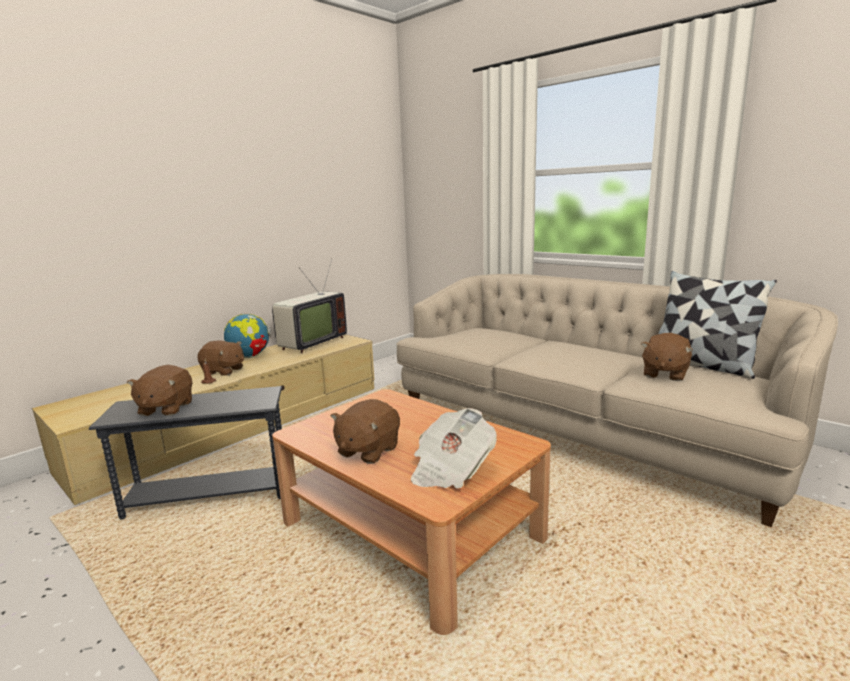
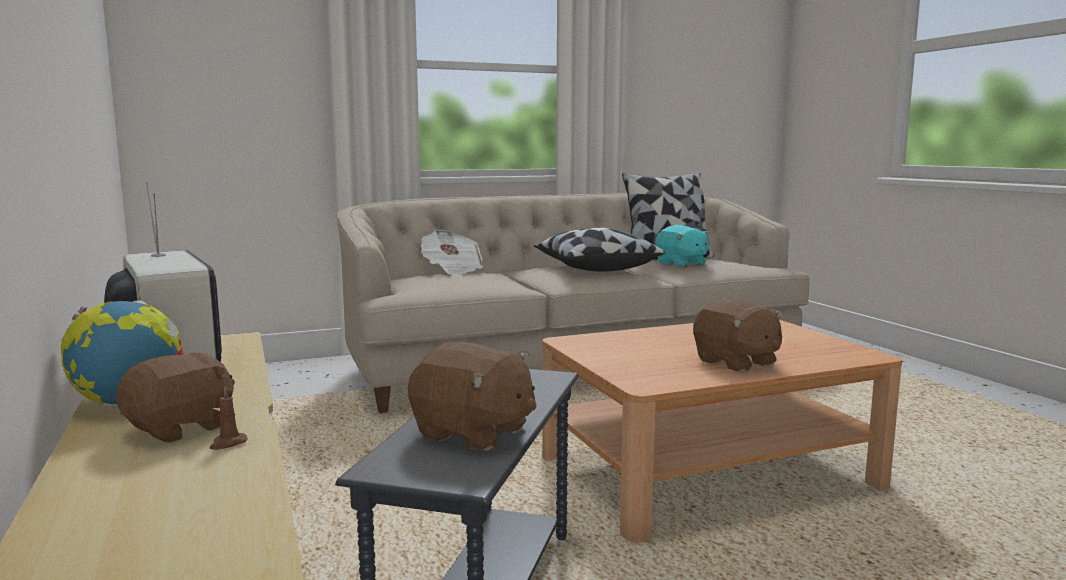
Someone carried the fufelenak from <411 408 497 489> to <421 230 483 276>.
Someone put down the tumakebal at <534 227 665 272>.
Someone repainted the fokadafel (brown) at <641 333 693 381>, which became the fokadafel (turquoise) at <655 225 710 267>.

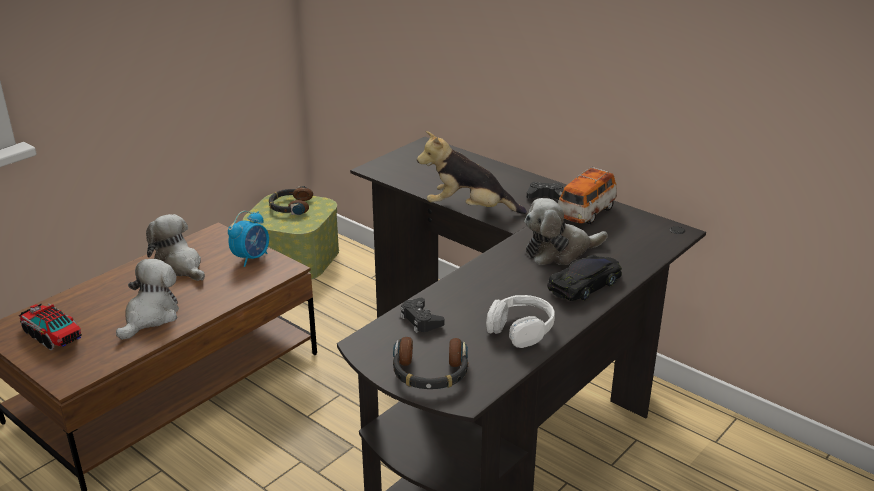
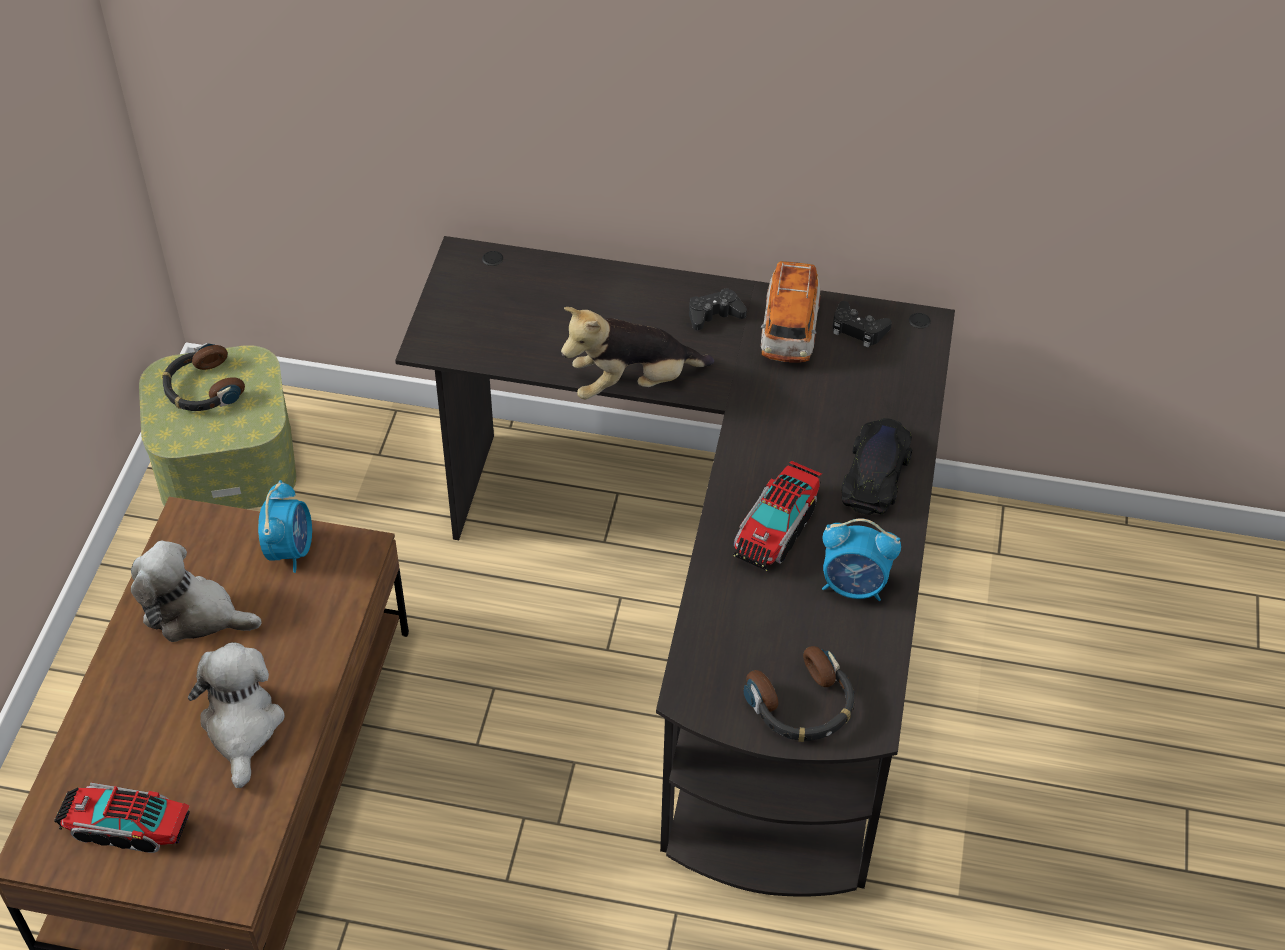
Someone put down the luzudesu at <733 461 822 571>.
Someone swapped the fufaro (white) at <486 295 555 348> for the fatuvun at <822 518 901 601>.
Someone carried the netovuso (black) from <400 298 444 333> to <833 301 892 347>.
Someone took away the fokadafel at <524 198 608 265>.

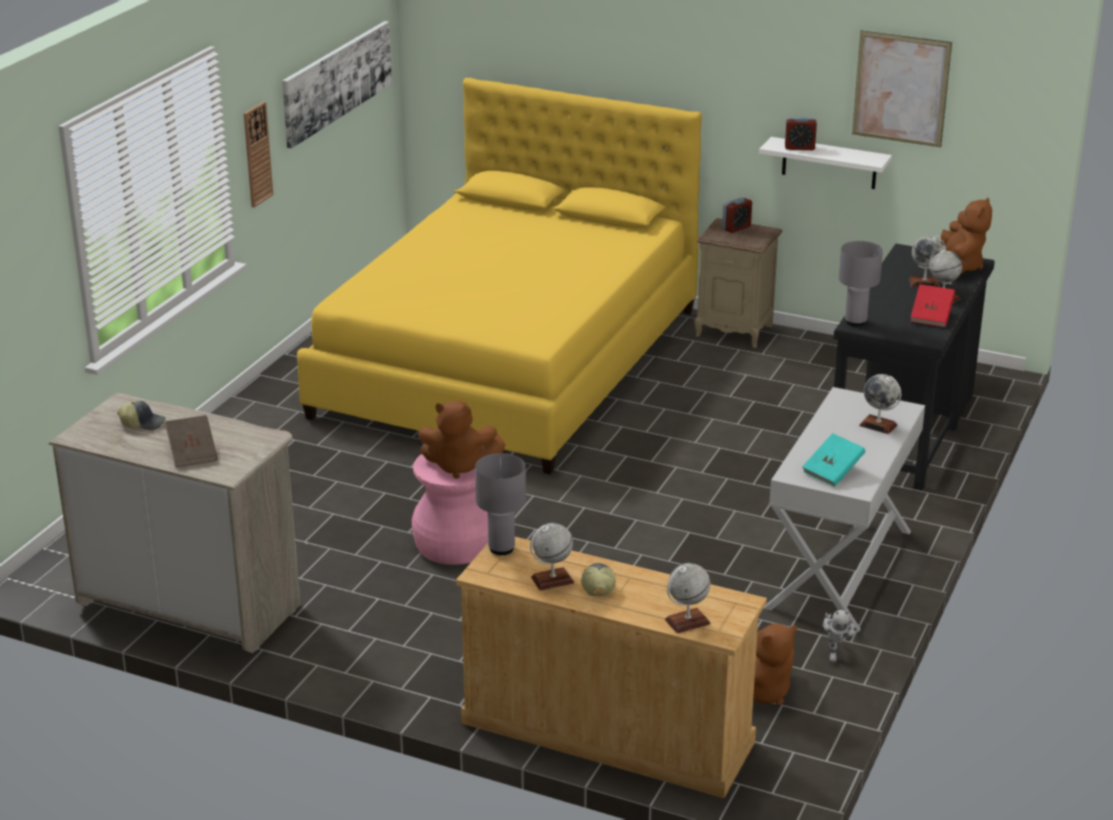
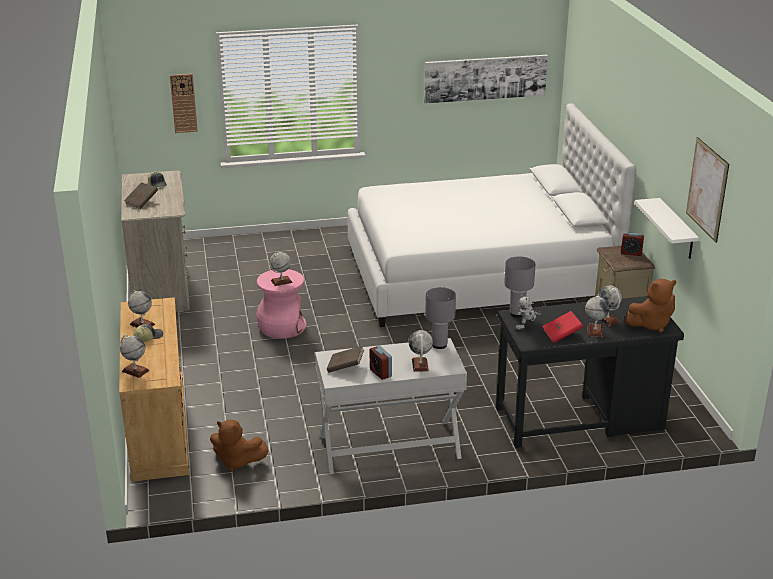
Someone carried the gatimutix from <244 101 273 208> to <170 74 198 133>.
Someone swapped the fokadafel (brown) at <418 400 506 479> for the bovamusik at <269 252 293 286>.
Someone repainted the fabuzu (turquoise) at <802 433 866 487>, which became the fabuzu (brown) at <327 346 364 373>.
Someone repainted the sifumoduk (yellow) at <297 78 702 475>, which became the sifumoduk (white) at <347 103 637 327>.
Someone carried the fatuvun from <785 117 817 150> to <370 346 392 380>.
Someone carried the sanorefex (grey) from <475 453 526 555> to <425 287 456 349>.
Someone carried the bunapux from <822 610 858 663> to <515 295 542 330>.

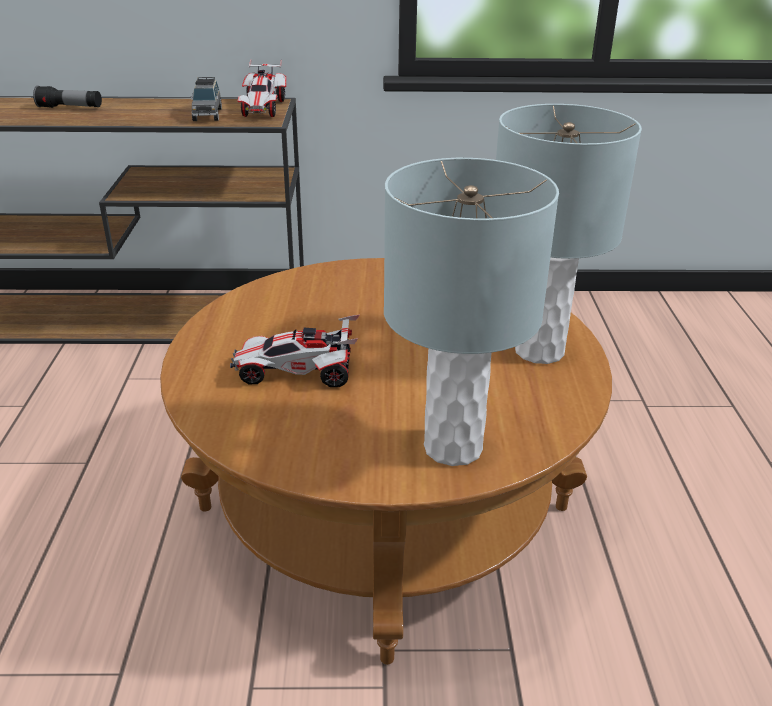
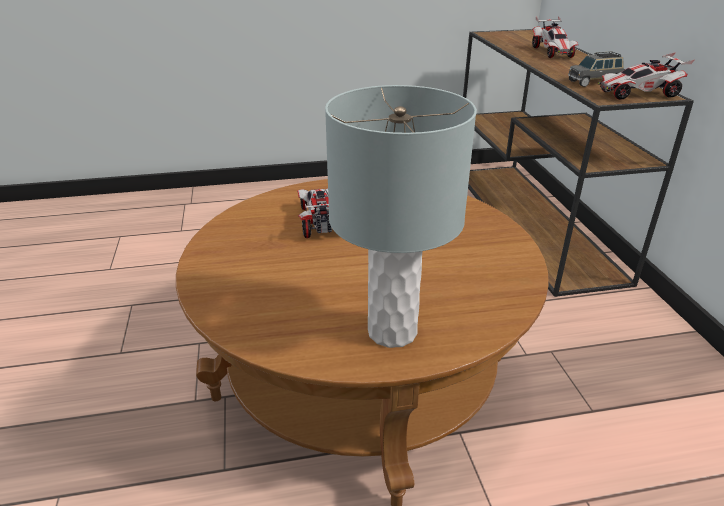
Someone swapped the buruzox at <33 86 102 108> for the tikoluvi at <532 16 578 58>.
Someone took away the sanorefex (grey) at <384 158 559 466>.

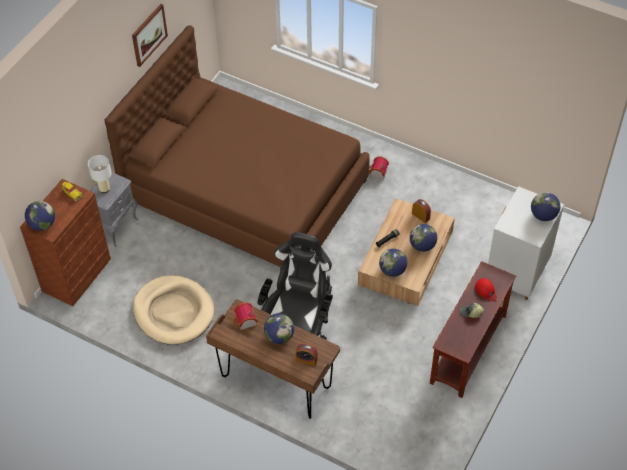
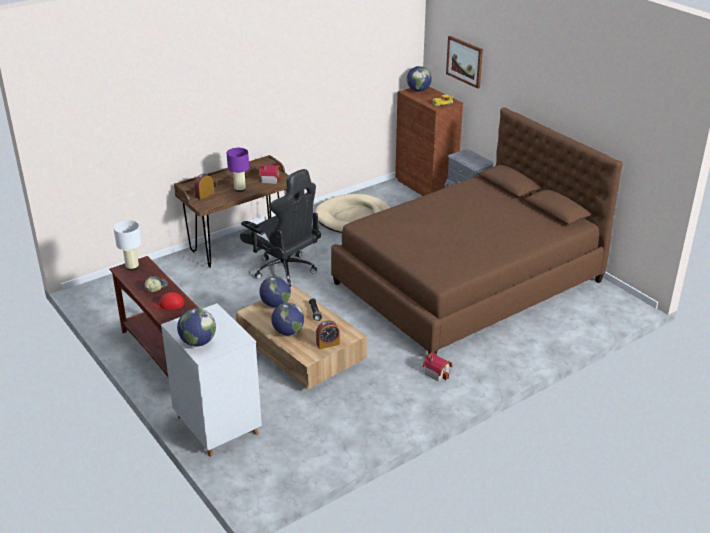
Someone carried the sanorefex (white) from <88 155 112 193> to <114 221 141 271>.
Someone swapped the bovamusik at <264 313 294 344> for the sanorefex (purple) at <227 148 249 192>.
Someone carried the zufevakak from <132 4 168 67> to <446 36 483 89>.

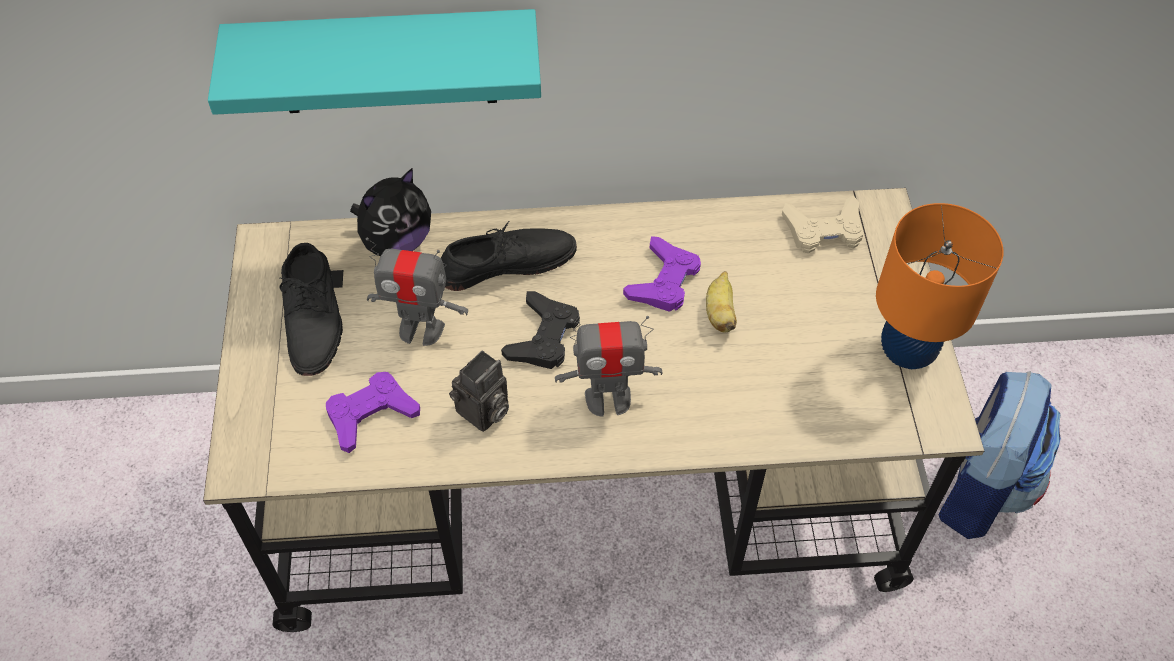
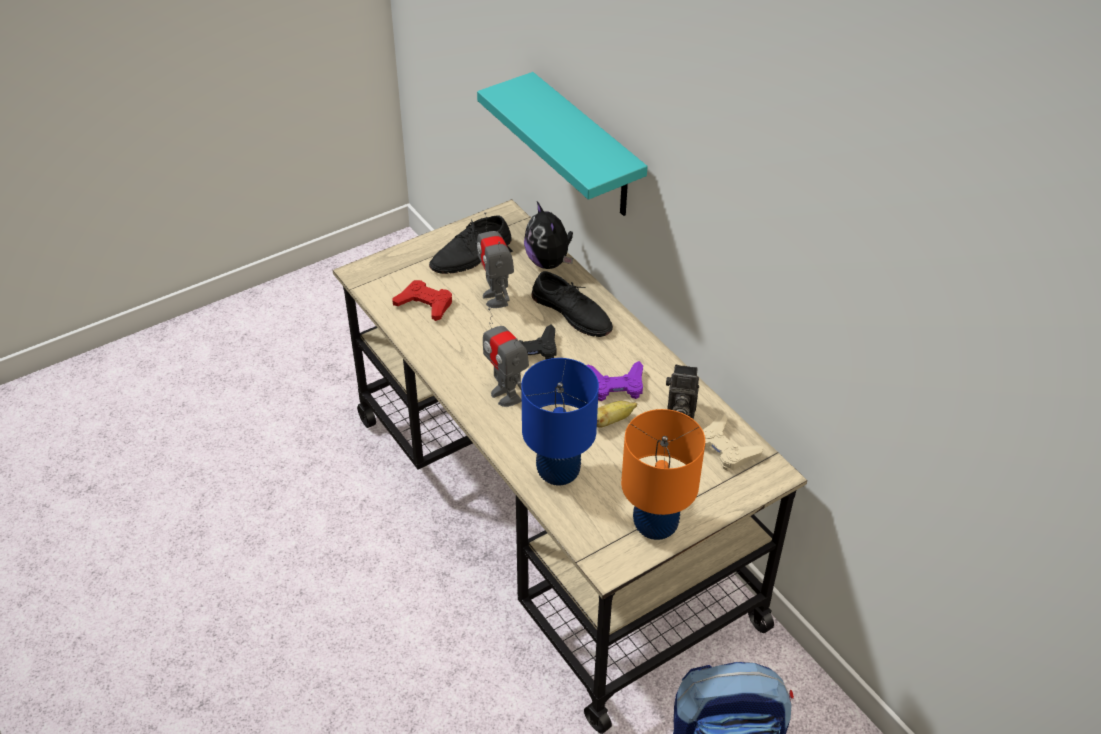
Someone repainted the netovuso (purple) at <326 372 420 453>, which became the netovuso (red) at <392 280 452 321>.
Someone put down the sanorefex (blue) at <521 358 599 486>.
Someone rotated the fokadafel at <350 168 431 256> by 45 degrees clockwise.
Someone carried the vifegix from <449 350 509 432> to <666 364 699 419>.

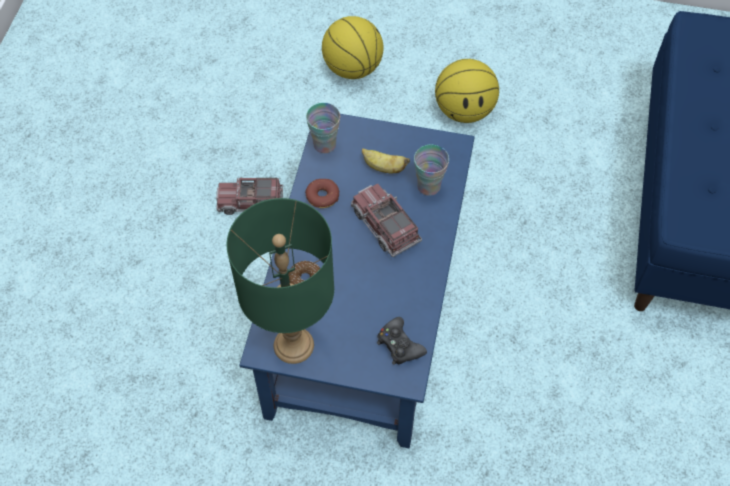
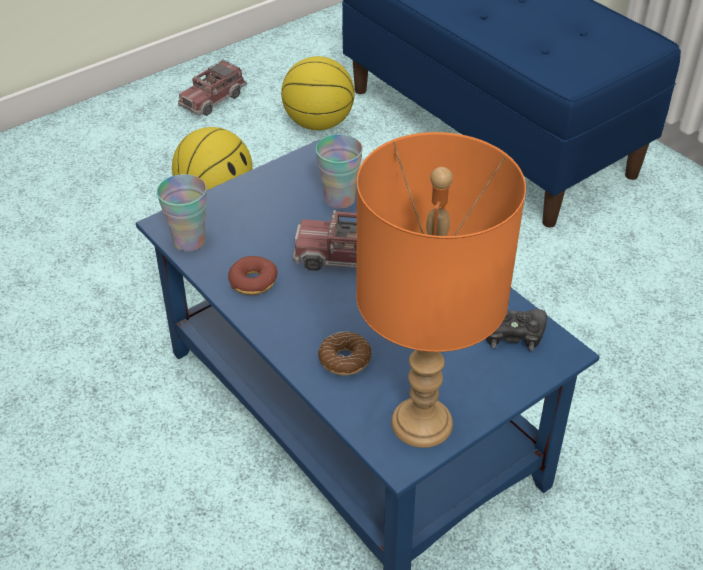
Someone carried the luzudesu from <216 177 283 215> to <178 60 247 116>.
Someone carried the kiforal from <322 16 384 79> to <281 56 355 130>.
Someone repainted the sanorefex (green) at <227 198 334 364>, which became the sanorefex (orange) at <356 132 526 448>.
Someone took away the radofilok at <362 148 410 173>.

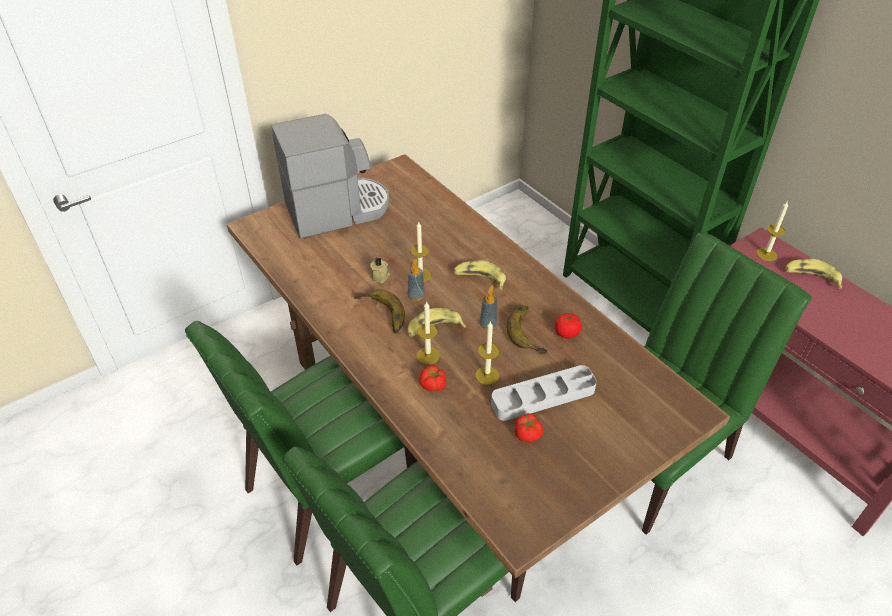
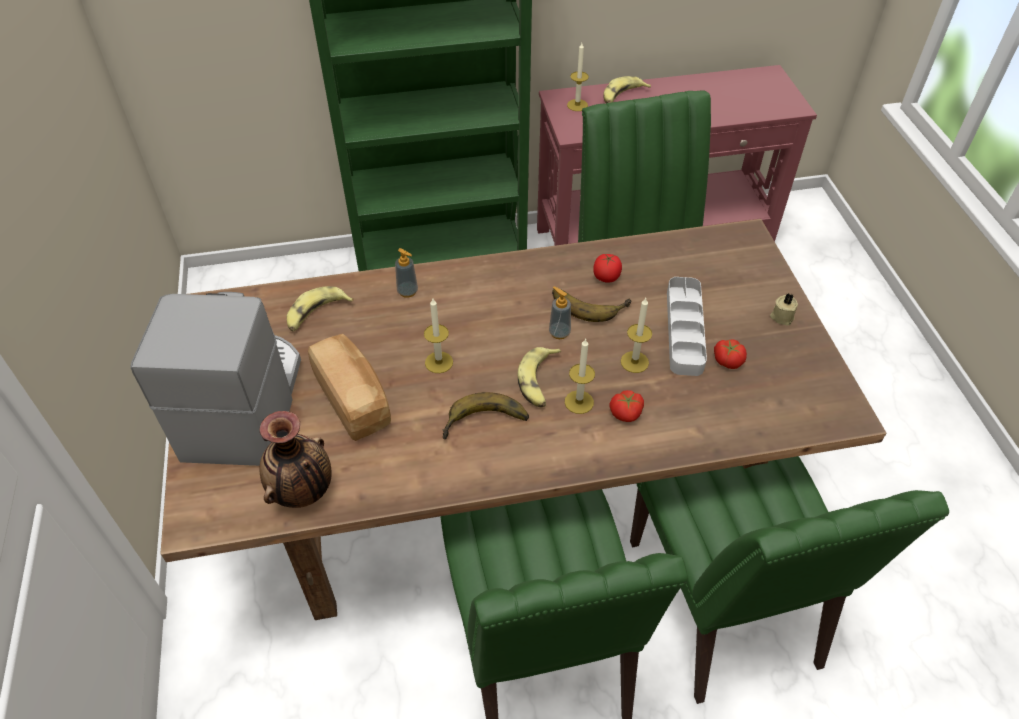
Someone put down the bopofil at <259 411 332 508>.
Someone carried the radofilok from <453 260 506 290> to <287 286 354 332>.
Someone put down the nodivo at <308 334 391 441>.
Someone carried the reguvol from <408 259 425 301> to <395 248 418 298>.
Someone carried the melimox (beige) from <370 257 390 283> to <770 293 798 325>.

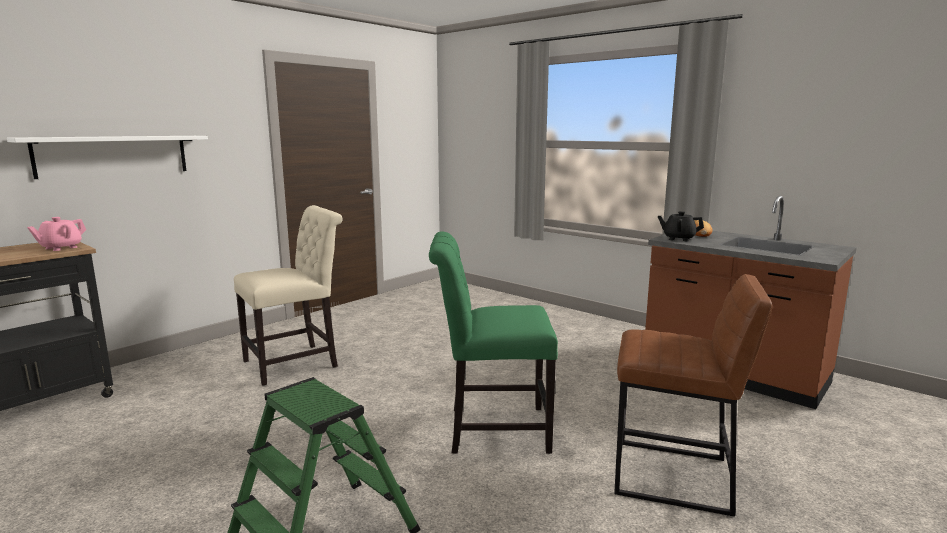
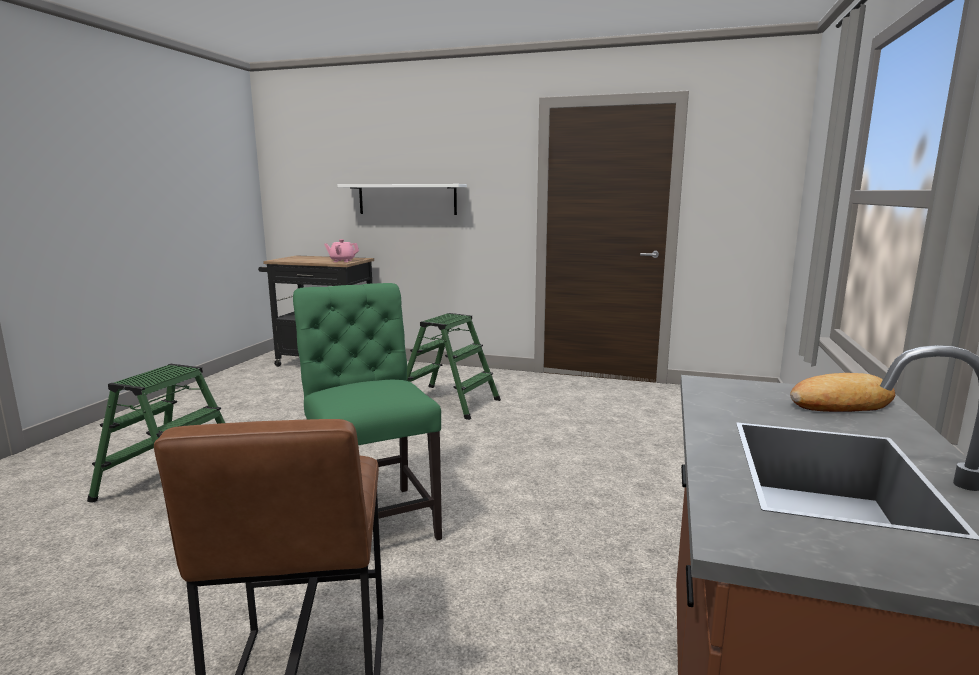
Someone swapped the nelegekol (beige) at <234 205 342 386> for the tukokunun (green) at <407 313 501 420>.
Someone took away the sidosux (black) at <658 211 704 241>.

